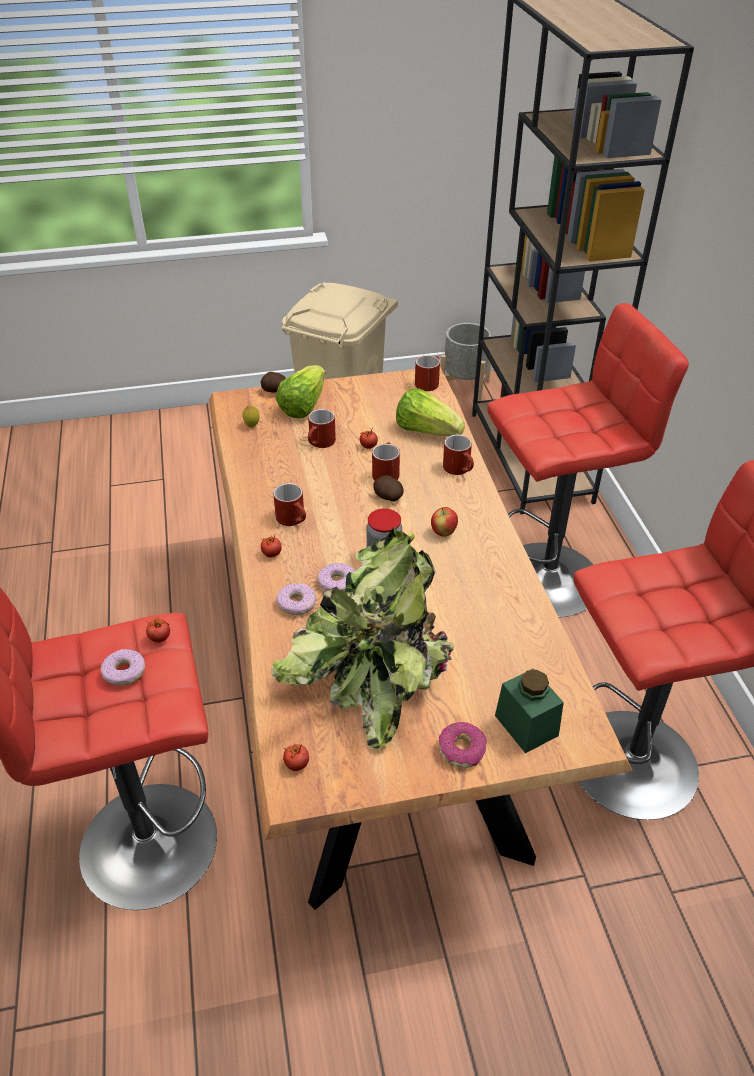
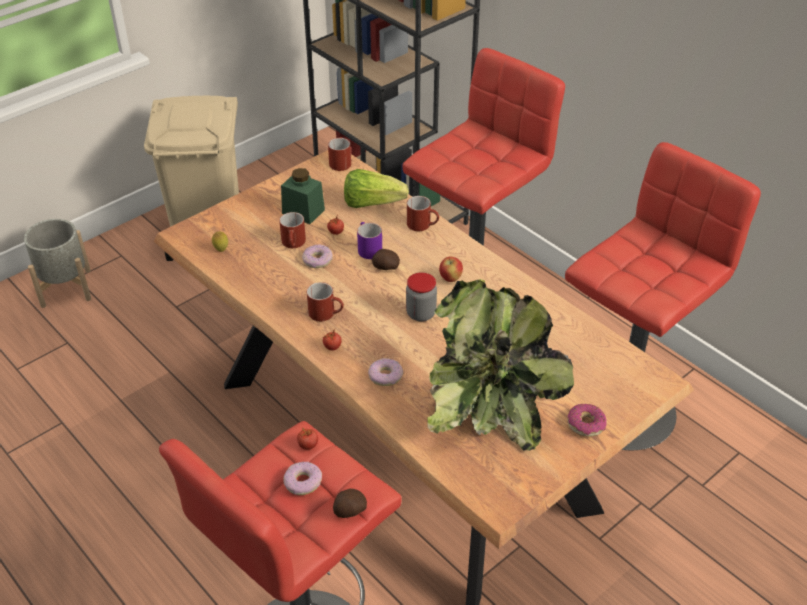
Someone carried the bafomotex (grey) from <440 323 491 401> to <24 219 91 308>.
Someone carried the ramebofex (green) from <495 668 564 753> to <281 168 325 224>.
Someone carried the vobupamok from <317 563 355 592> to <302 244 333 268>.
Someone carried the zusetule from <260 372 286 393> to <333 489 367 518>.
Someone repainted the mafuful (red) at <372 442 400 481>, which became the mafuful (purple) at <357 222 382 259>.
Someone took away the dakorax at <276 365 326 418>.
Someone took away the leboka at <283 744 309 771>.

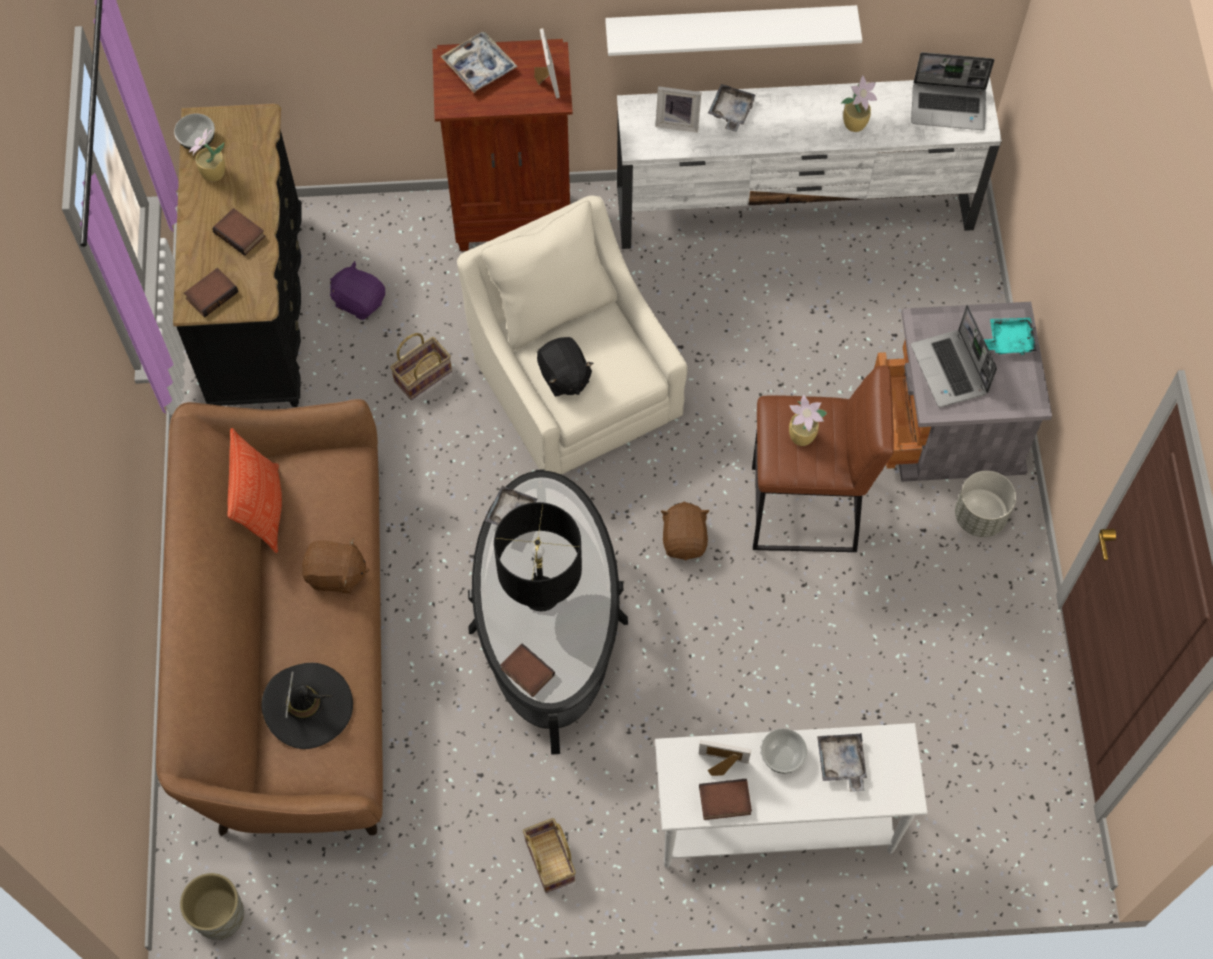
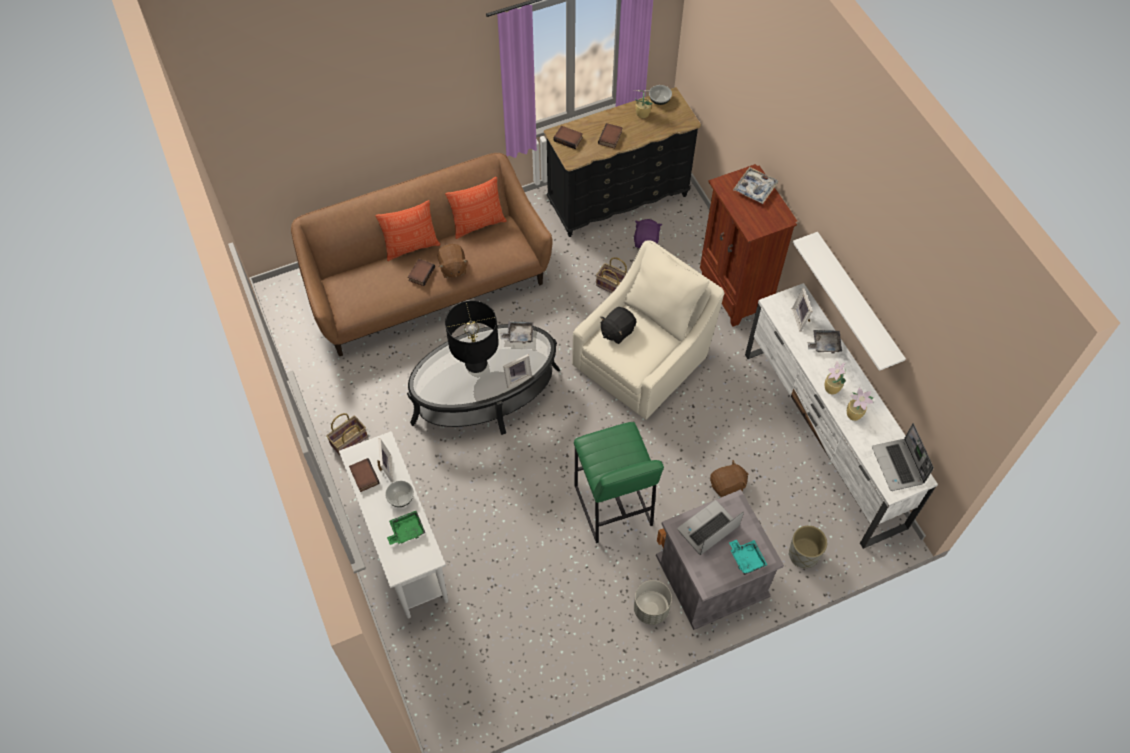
Someone put down the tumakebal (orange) at <376 200 440 261>.
Someone repainted the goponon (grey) at <817 733 867 792>, which became the goponon (green) at <387 511 425 545>.
Someone carried the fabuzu from <500 644 555 697> to <408 259 435 286>.
Someone carried the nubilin from <534 28 560 99> to <503 354 532 388>.
Someone repainted the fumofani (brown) at <752 365 894 552>, which became the fumofani (green) at <574 422 664 543>.
Someone carried the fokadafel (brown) from <661 501 709 560> to <710 460 749 497>.
Someone carried the bafomotex (grey) from <180 873 244 940> to <789 525 827 568>.
Someone carried the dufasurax from <789 395 827 446> to <825 361 846 394>.
Someone took away the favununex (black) at <262 663 353 749>.

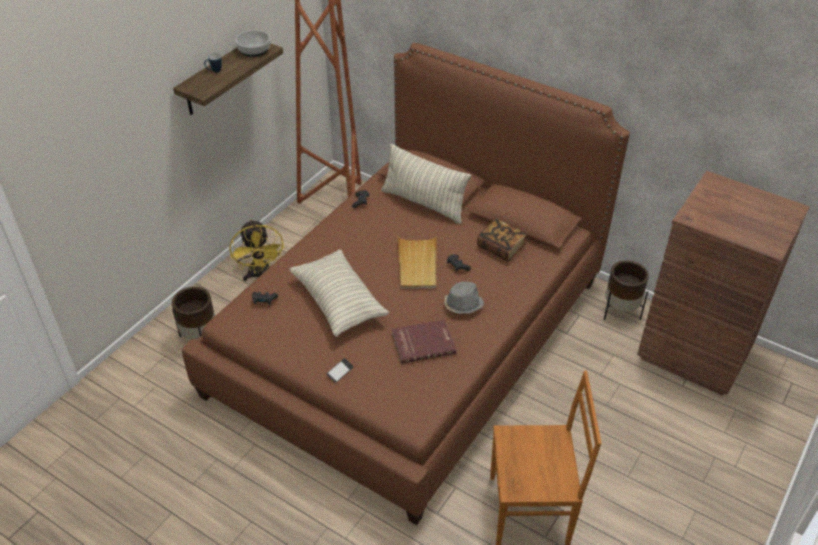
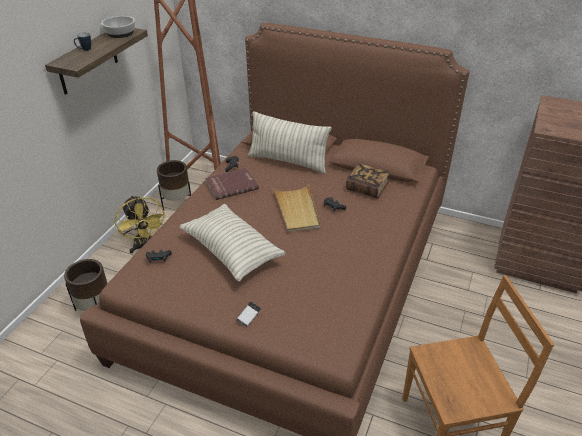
Someone carried the bafomotex (brown) from <604 260 649 320> to <157 160 191 210>.
Someone carried the fabuzu (red) from <392 320 456 364> to <205 168 259 200>.
Someone took away the favununex (grey) at <444 282 484 314>.

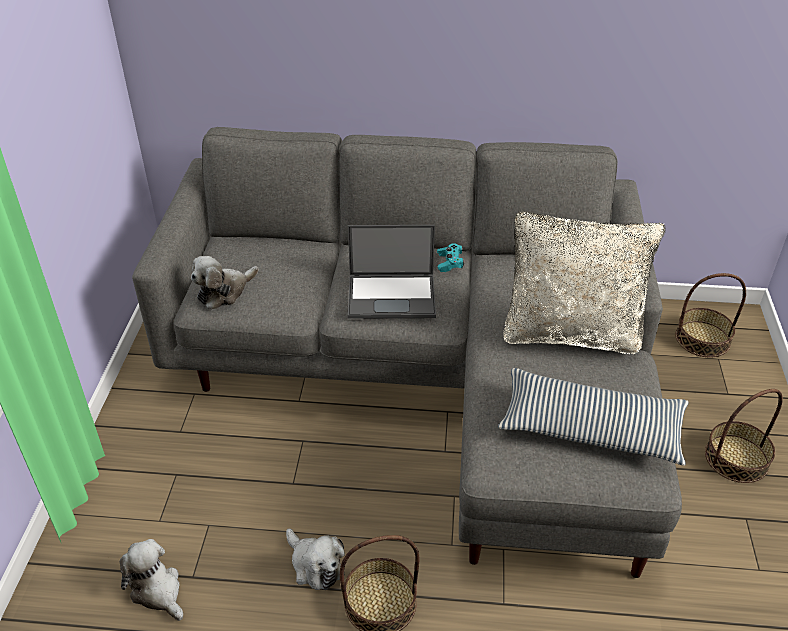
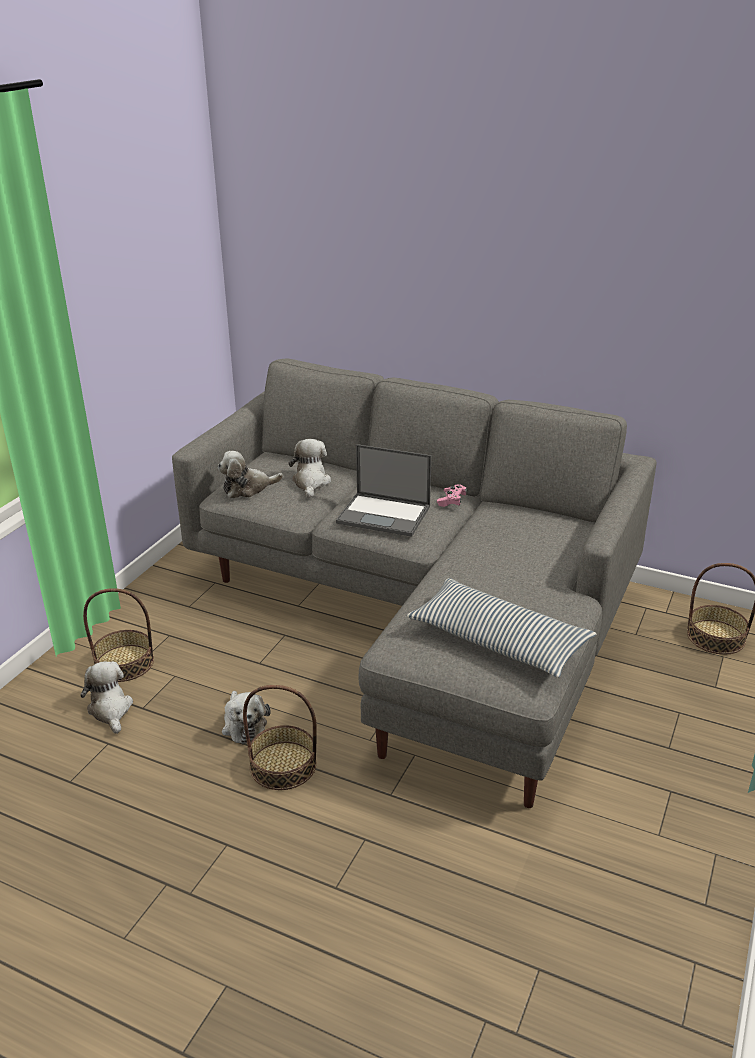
Someone carried the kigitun from <705 389 783 483> to <83 588 154 682>.
Someone put down the fokadafel at <289 439 331 498>.
Someone repainted the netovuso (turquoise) at <437 243 464 272>, which became the netovuso (pink) at <437 484 467 507>.
Someone took away the tumakebal (beige) at <504 211 666 355>.

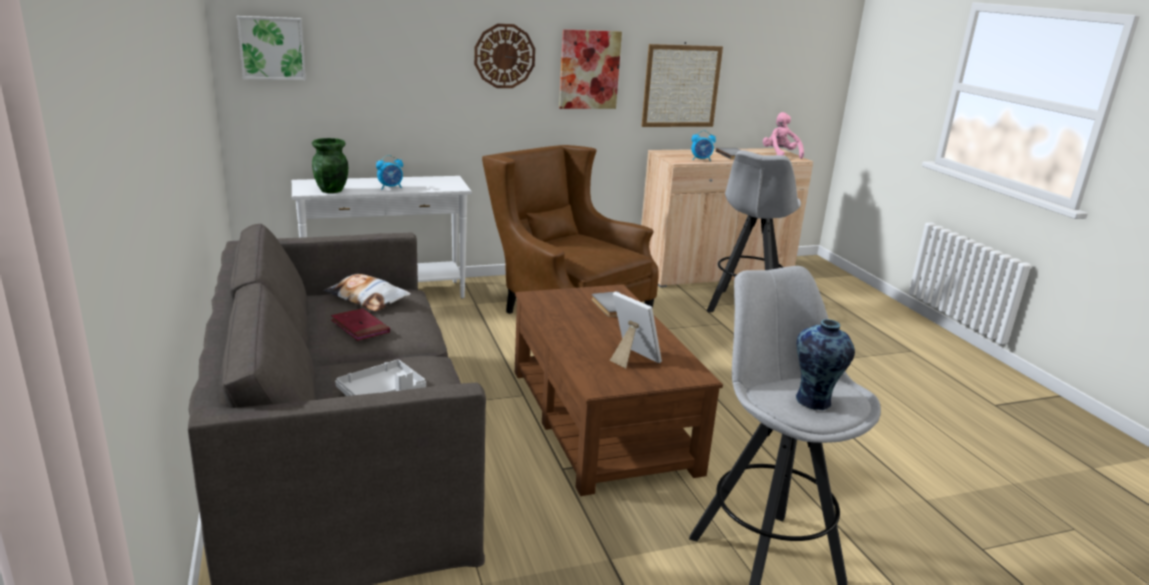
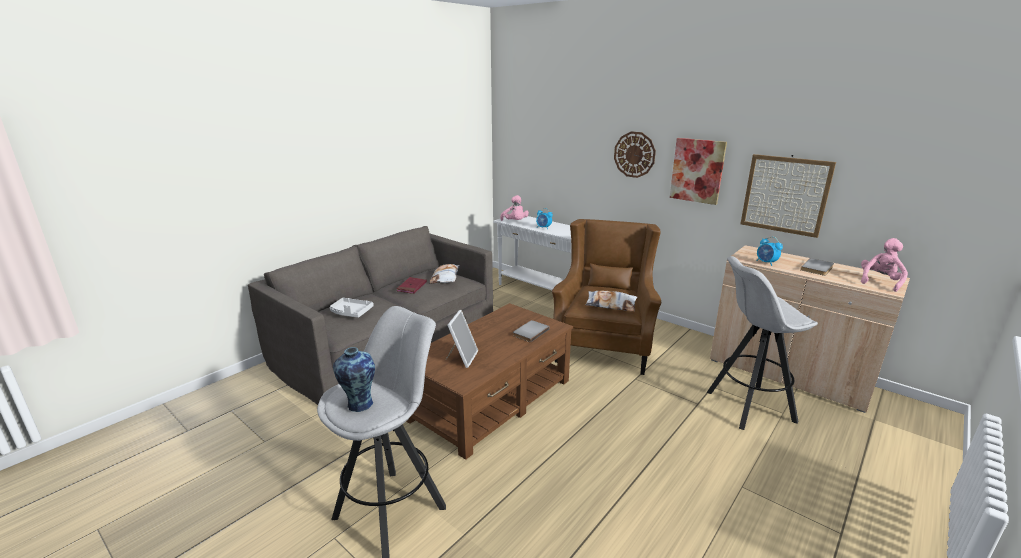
Someone swapped the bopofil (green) at <312 138 348 193> for the fokadafel (pink) at <500 195 529 221>.
Someone put down the tumakebal at <586 291 638 311>.
Someone took away the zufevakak at <237 16 306 80>.

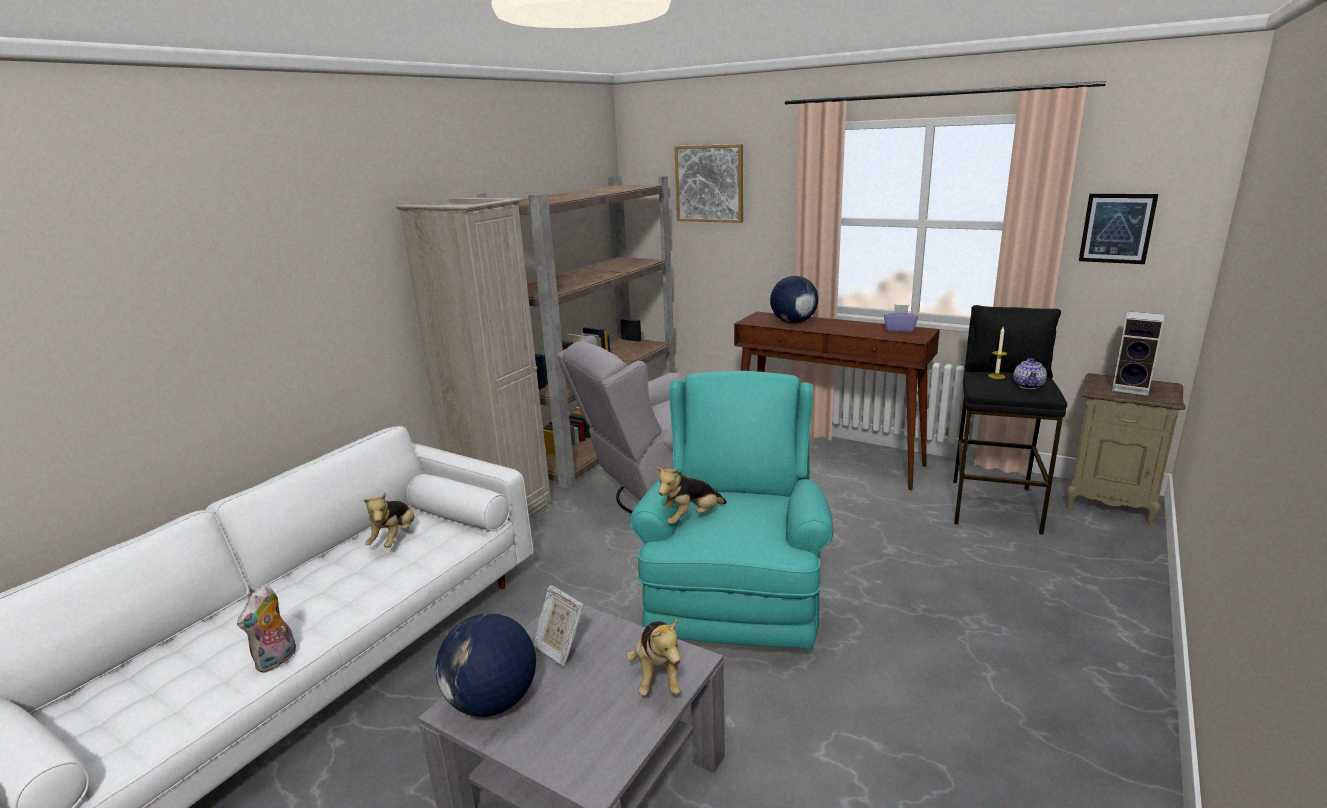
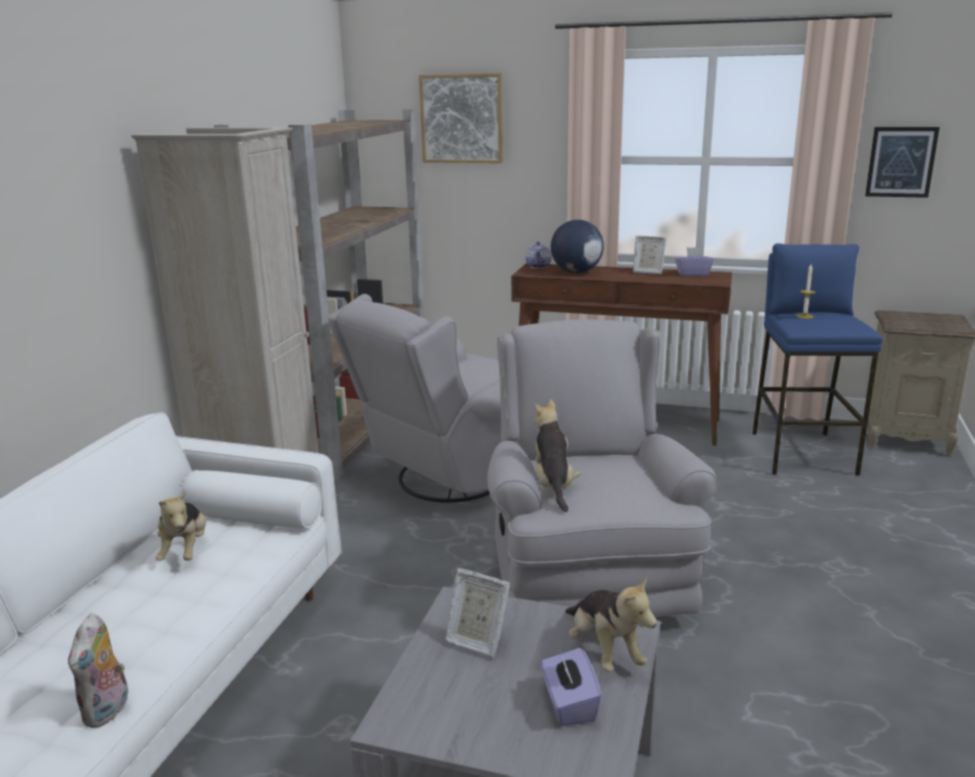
Someone repainted the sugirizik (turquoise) at <630 371 833 649>, which became the sugirizik (grey) at <487 320 717 617>.
Someone carried the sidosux from <1013 358 1047 389> to <525 241 551 269>.
Someone rotated the fokadafel at <655 467 727 525> by 135 degrees clockwise.
Someone put down the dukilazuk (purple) at <541 648 602 726>.
Someone put down the nubilin at <633 236 666 275>.
Someone repainted the fumofani (black) at <953 305 1067 535>, which became the fumofani (blue) at <752 243 883 476>.
Someone took away the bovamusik at <436 613 536 717>.
Someone took away the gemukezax at <1112 311 1165 396>.

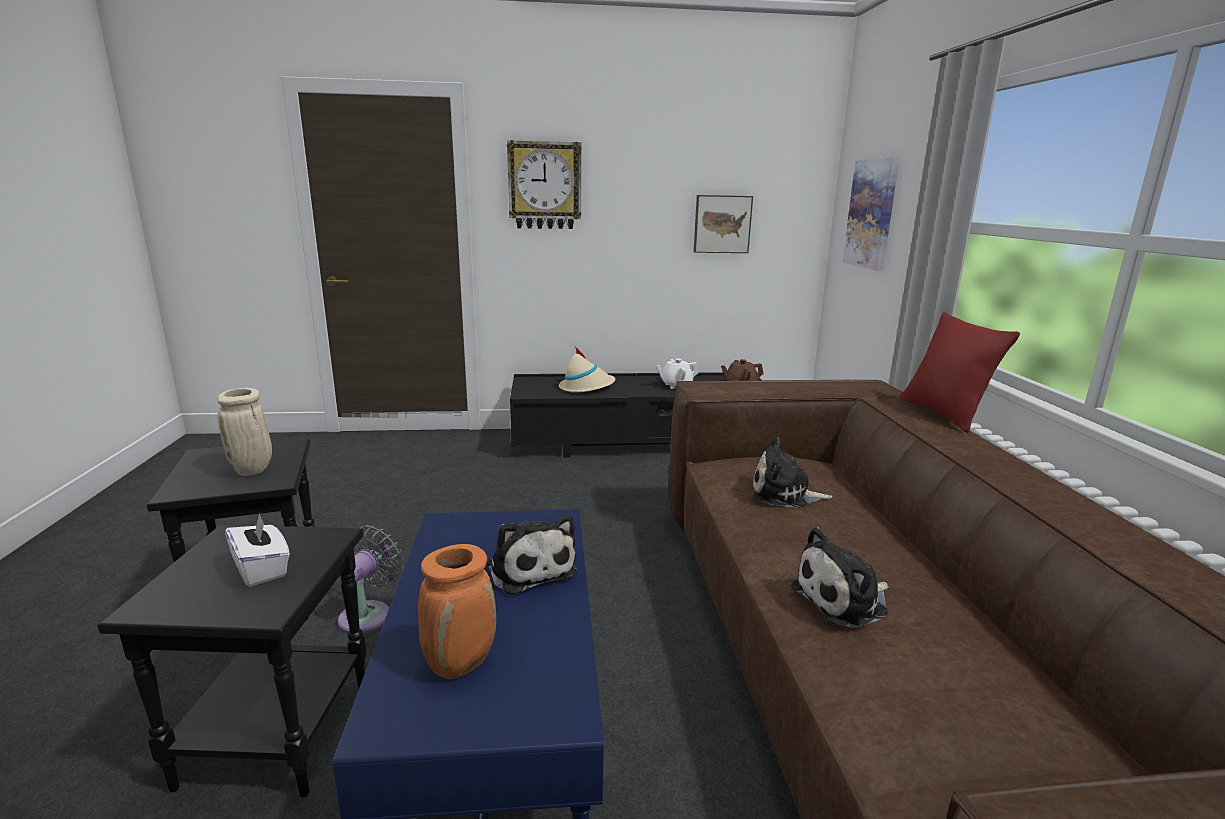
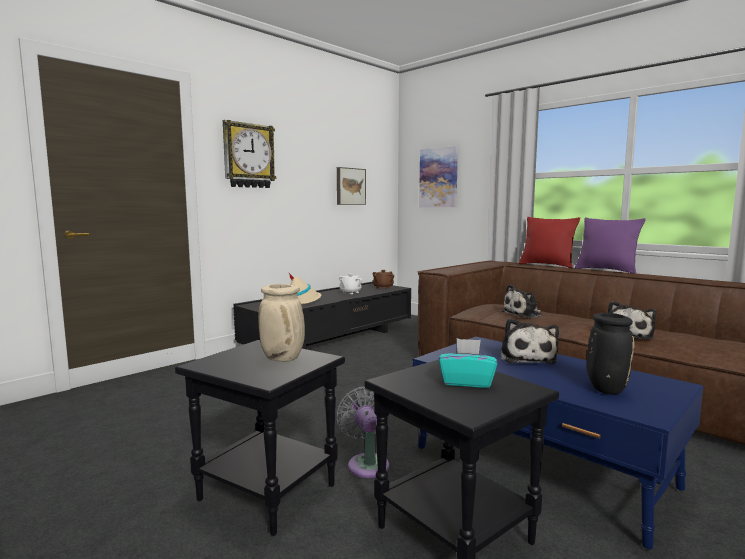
Someone repainted the dukilazuk (white) at <225 513 290 587>, which became the dukilazuk (turquoise) at <439 338 497 388>.
Someone rotated the fokadafel at <488 515 577 595> by 75 degrees clockwise.
Someone put down the tumakebal (purple) at <575 218 646 274>.
Someone repainted the bopofil (orange) at <418 544 496 679>, which became the bopofil (black) at <587 313 634 394>.

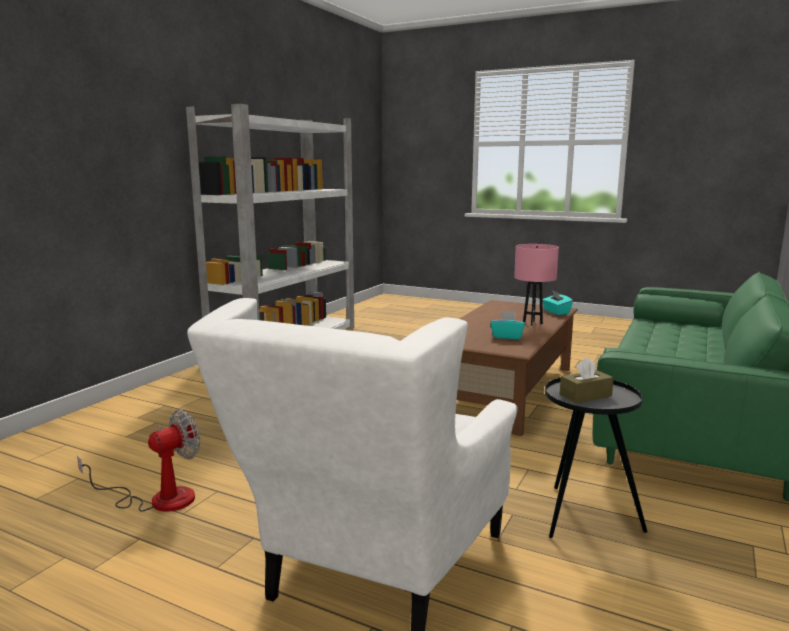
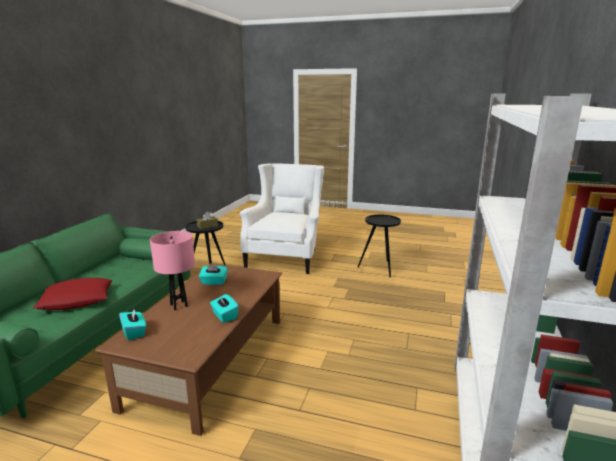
Someone put down the tumakebal (red) at <33 278 112 310>.
Someone put down the dukilazuk (turquoise) at <210 294 239 323>.
Someone swapped the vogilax at <77 409 200 512> for the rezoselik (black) at <358 215 401 278>.

